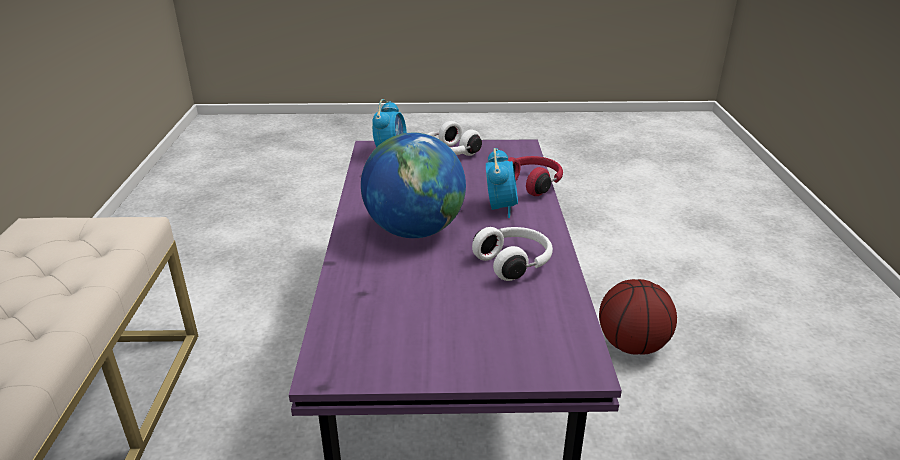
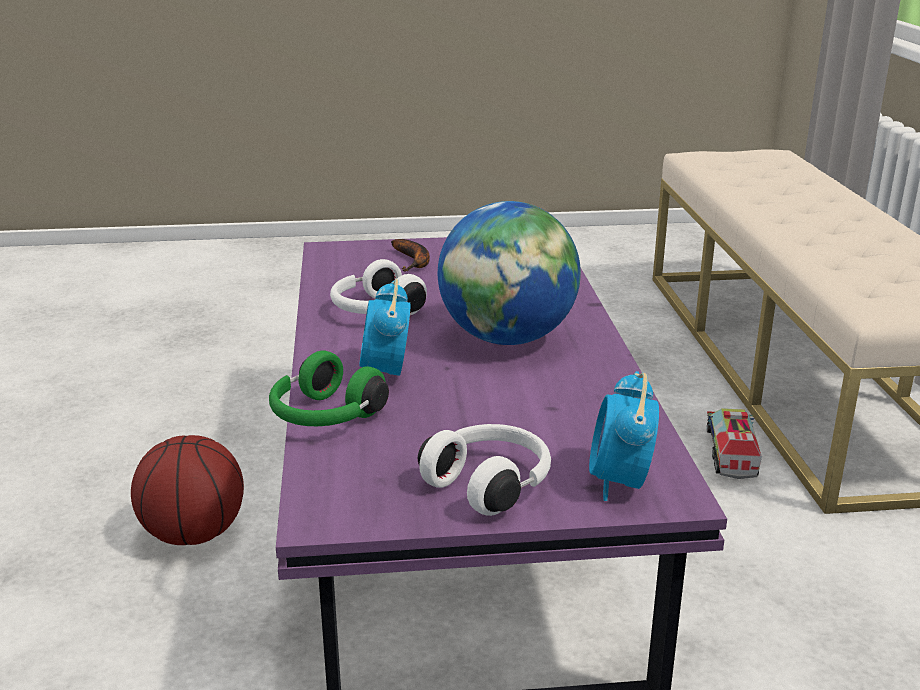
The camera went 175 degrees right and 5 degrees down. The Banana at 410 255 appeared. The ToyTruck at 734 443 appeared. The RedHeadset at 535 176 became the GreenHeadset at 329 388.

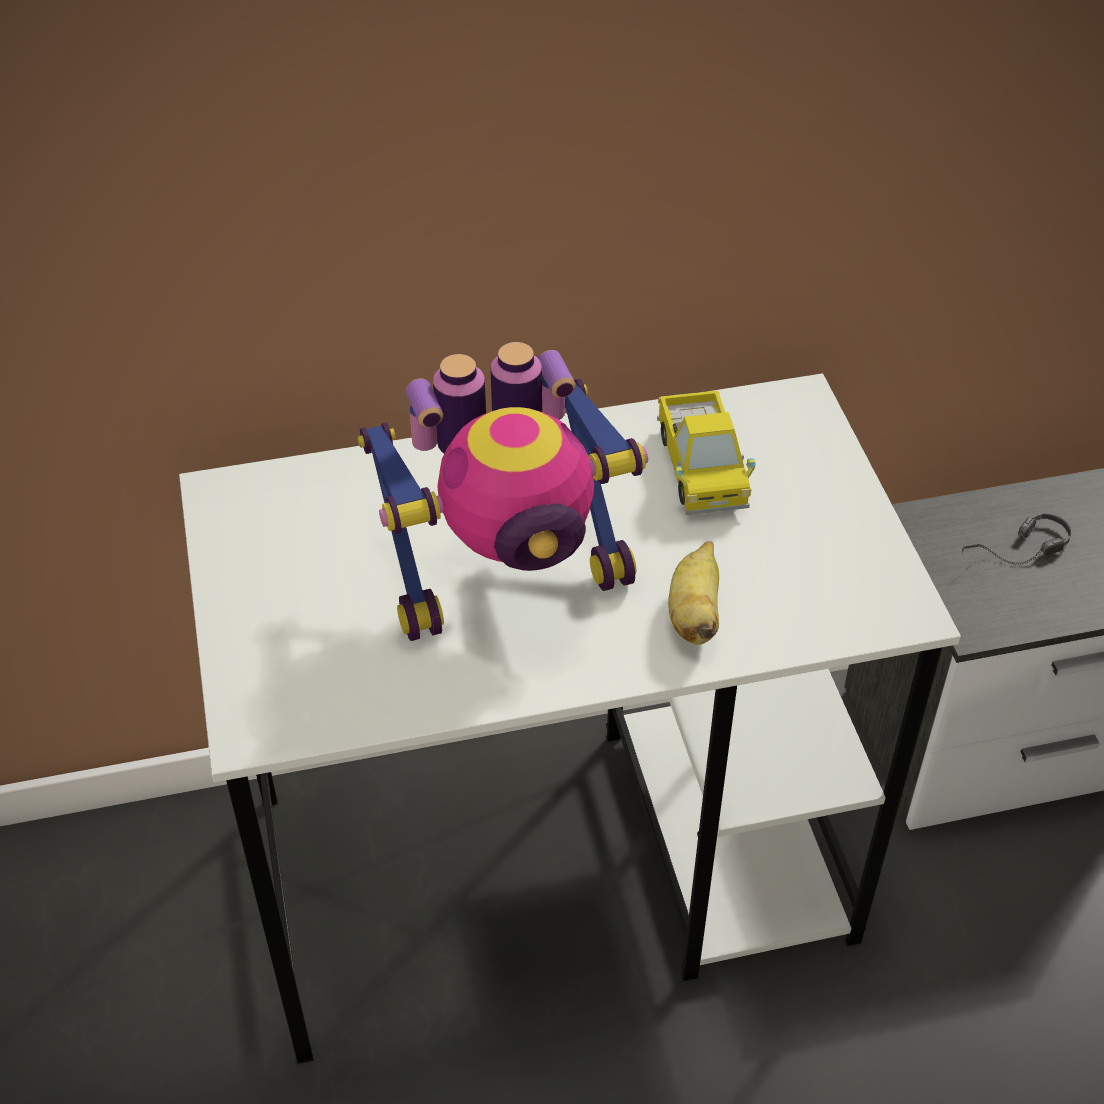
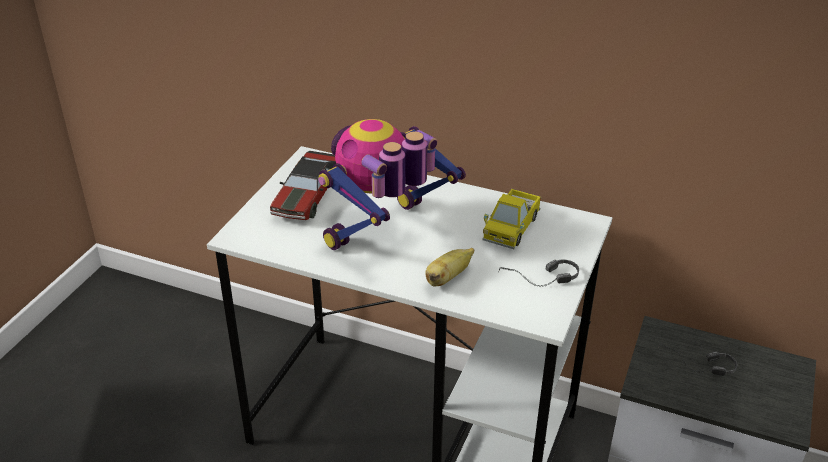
The camera went 35 degrees right and 10 degrees down. The ModelCar at 303 185 appeared. The Headset at 539 273 appeared. The RobotFigure at 502 491 turned 120 degrees clockwise.

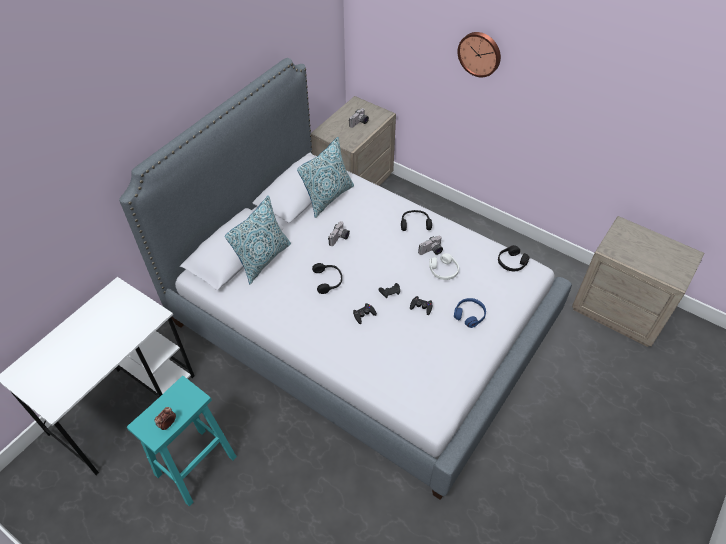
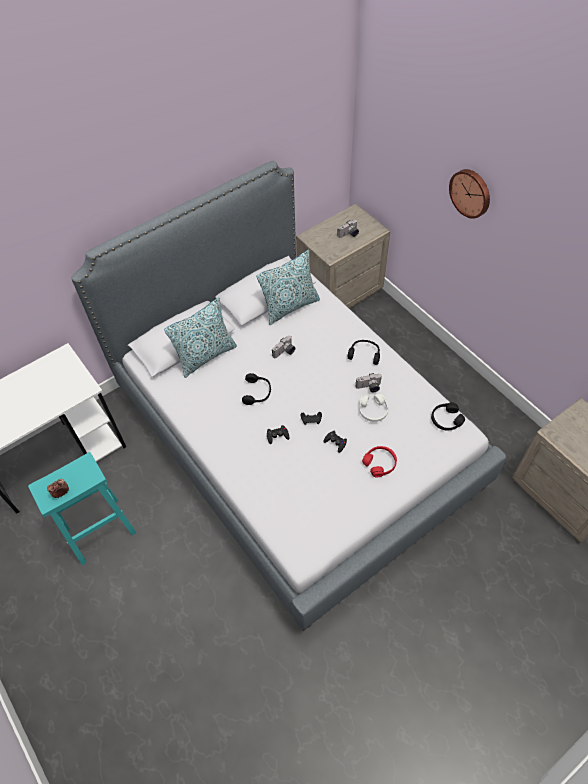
The camera went 20 degrees right and 5 degrees up. The BlueHeadset at 470 313 became the RedHeadset at 379 461.

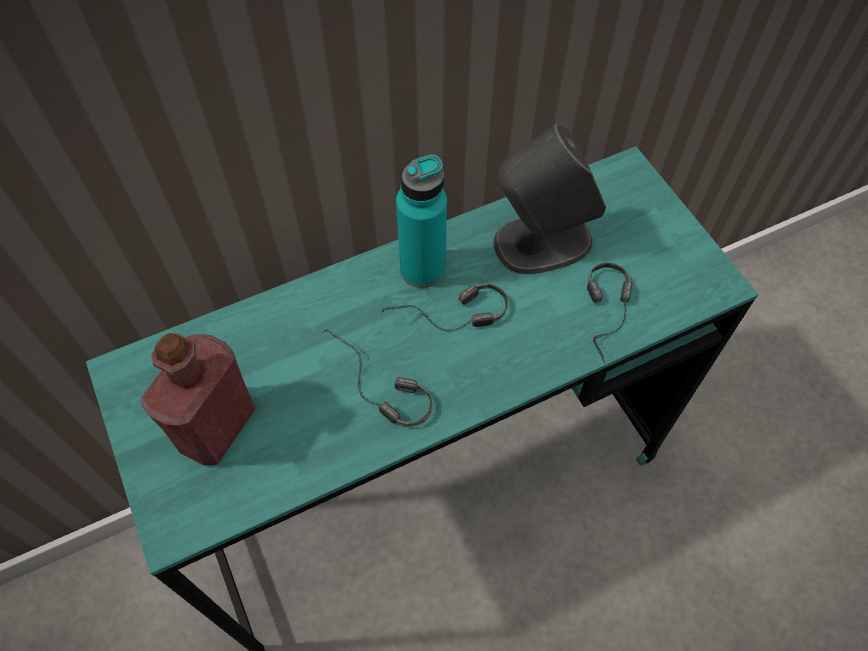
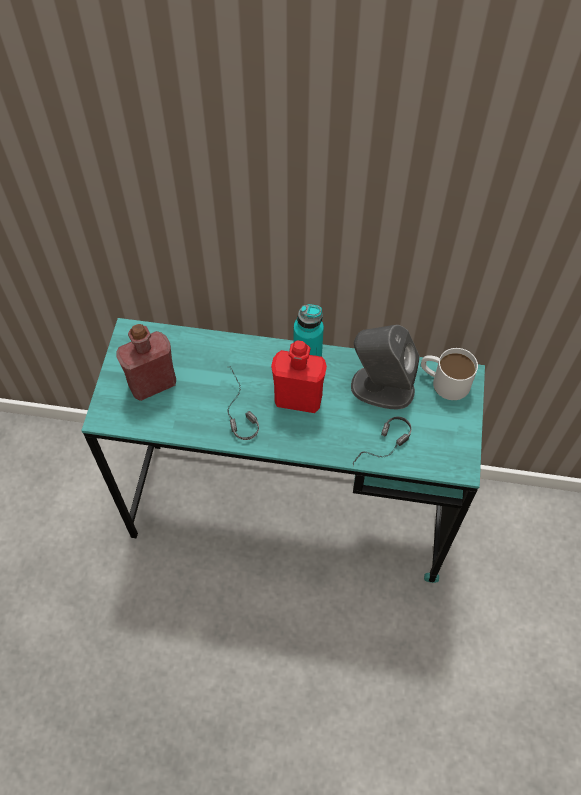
The camera went 35 degrees right and 0 degrees up. The WhitishTeaMug at 449 374 appeared. The Headset at 444 308 was replaced by the RedDrinkBottle at 299 376.

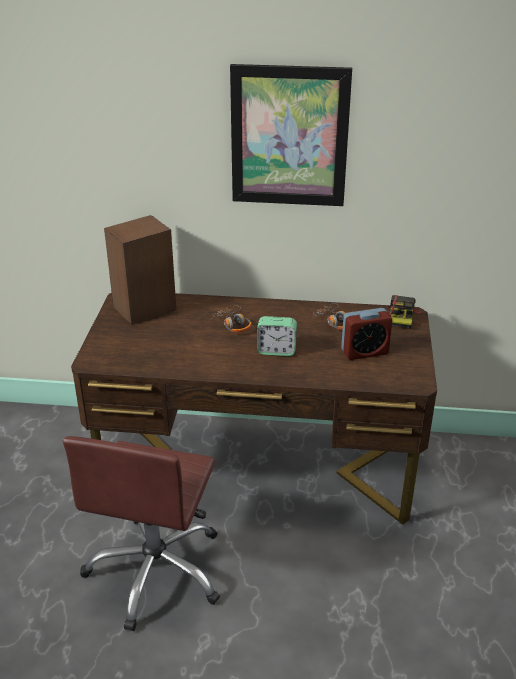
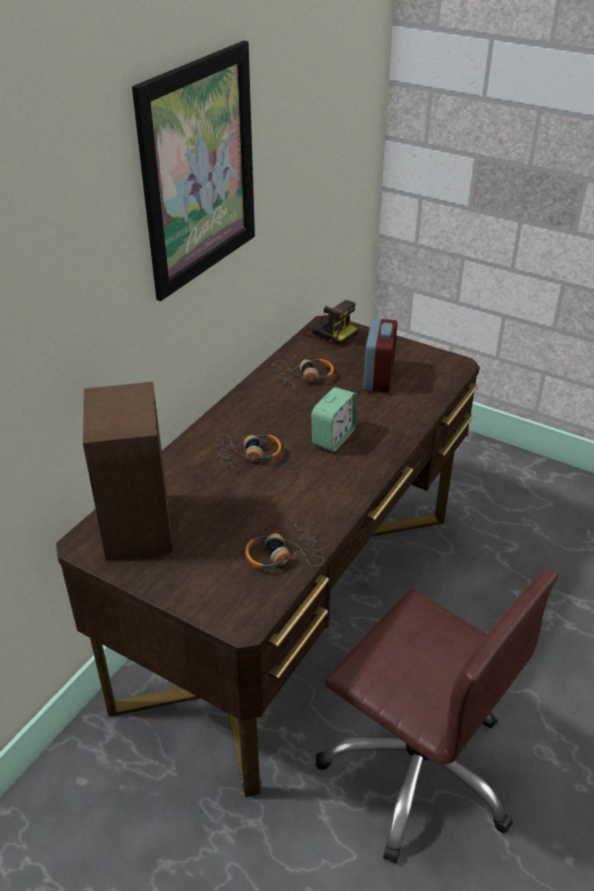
The camera went 65 degrees left and 5 degrees up. The Headset at 284 546 appeared.

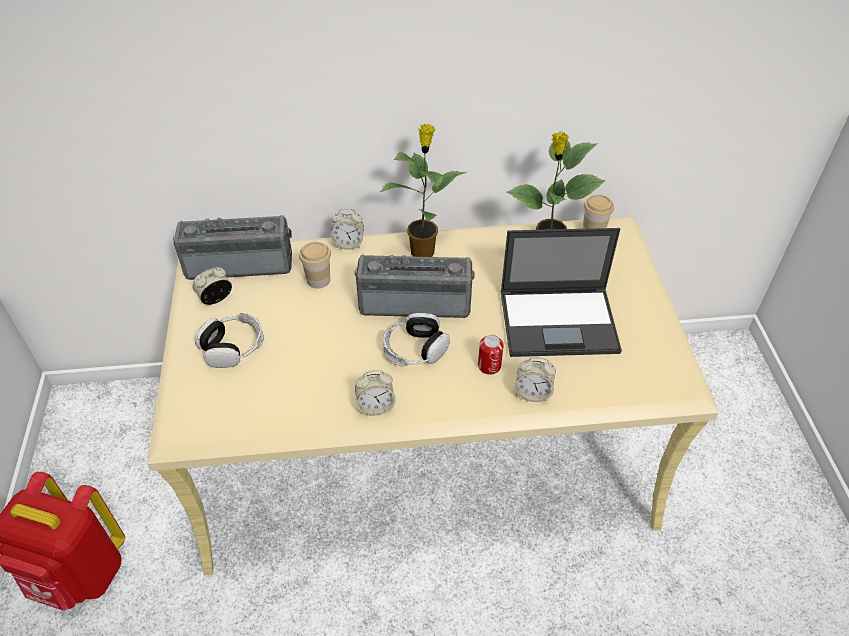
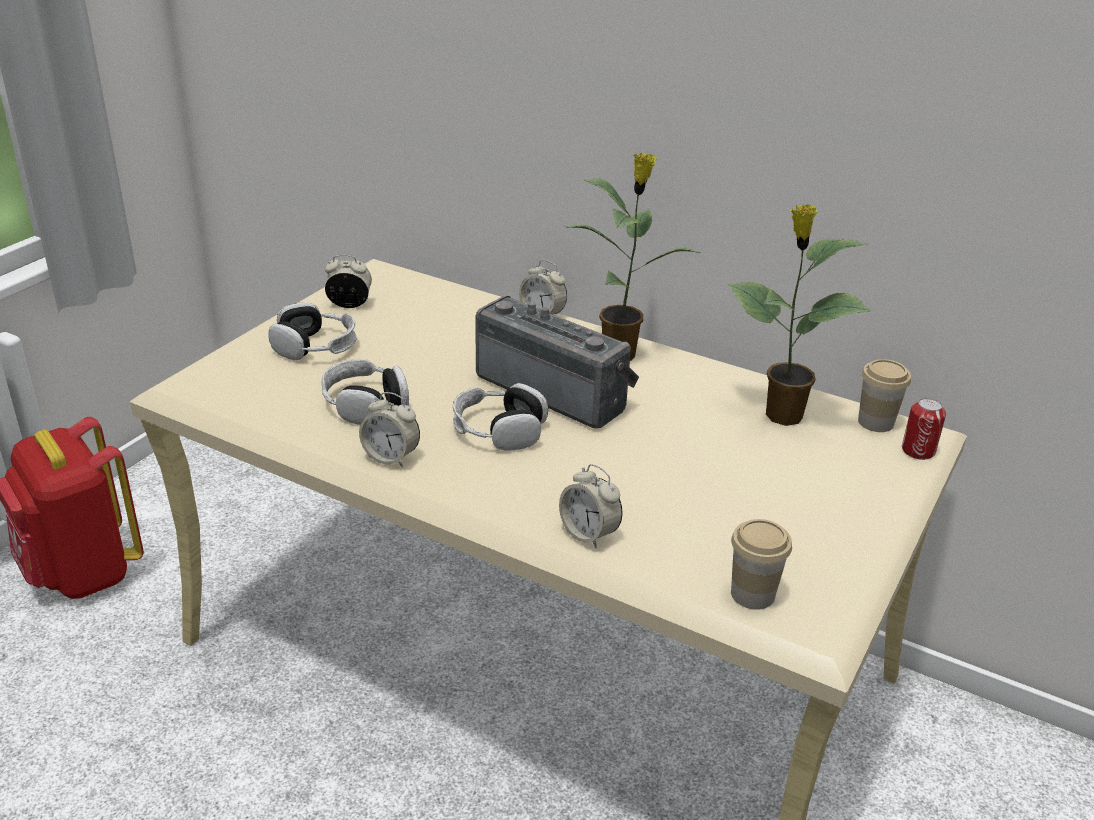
The camera went 35 degrees right and 15 degrees down. The RadioReceiver at 232 247 disappeared. The NotebookComputer at 561 292 disappeared. The Headset at 365 392 appeared. The Cup moved from 315 265 to 761 564. The Can moved from 491 355 to 924 429.

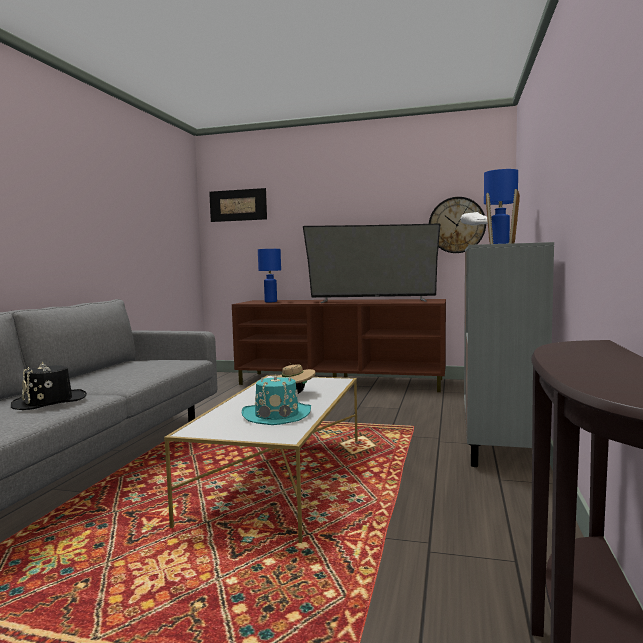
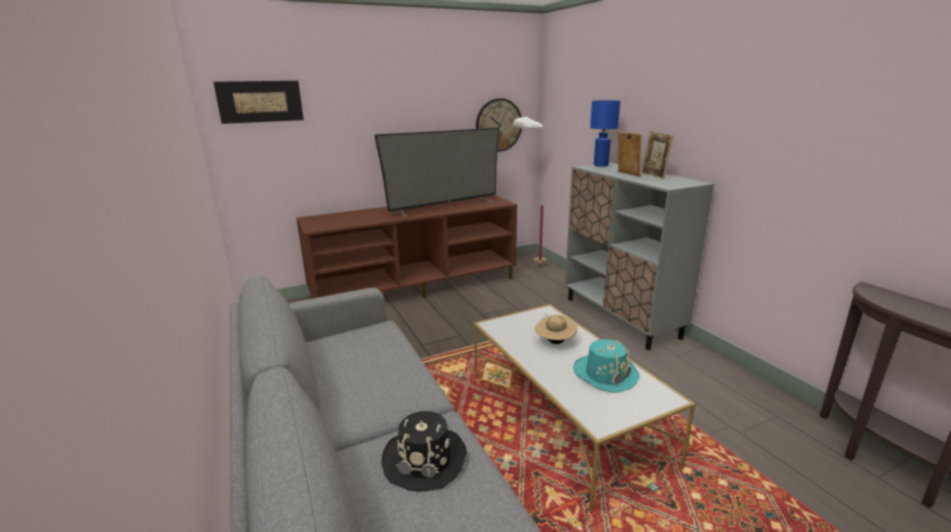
The camera went 40 degrees left and 15 degrees up. The BlueTabletopLamp at 269 275 disappeared.

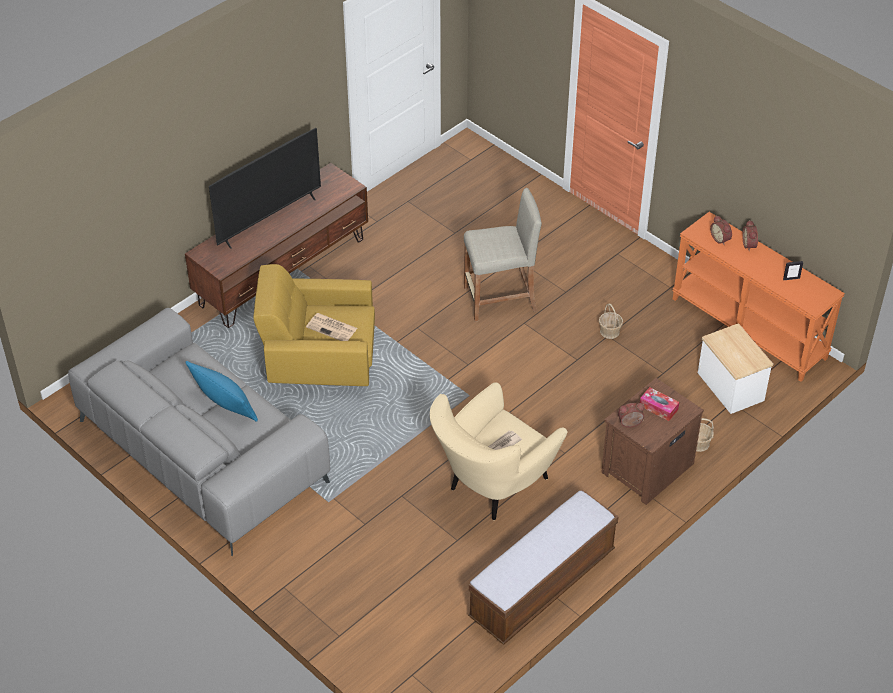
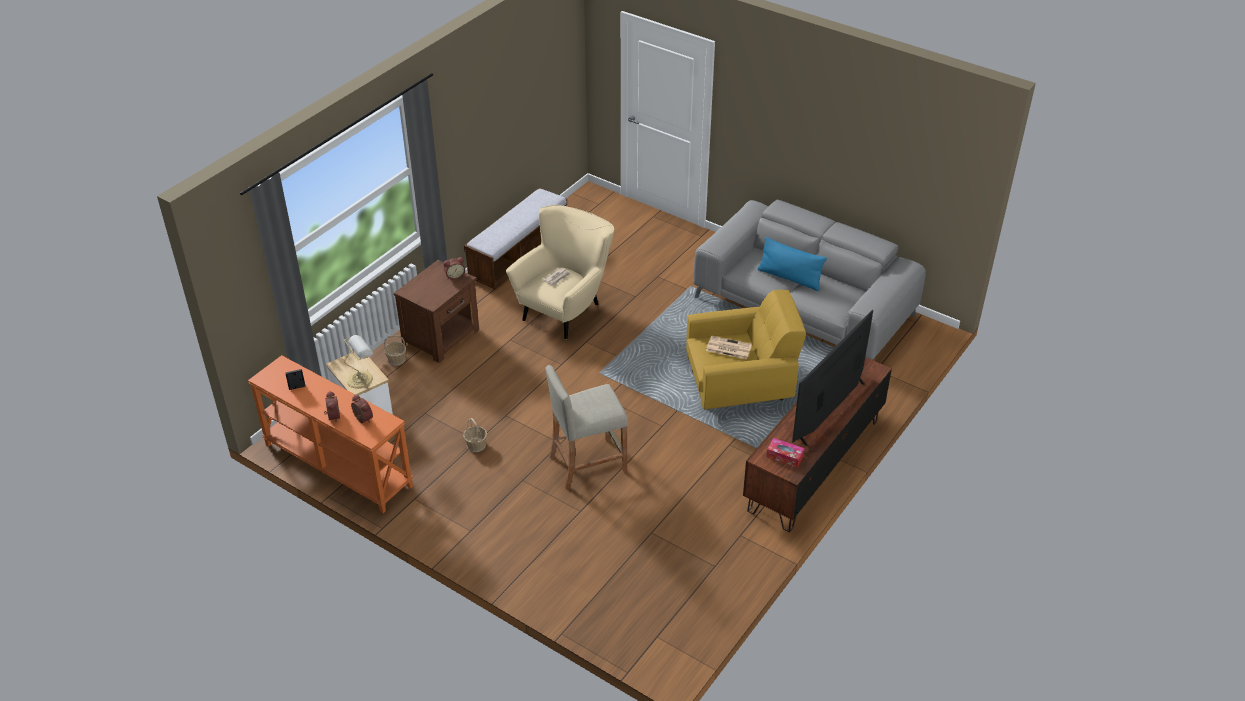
The camera went 170 degrees right and 5 degrees down. The TabletopLamp at 358 362 appeared. The TissueBox moved from 659 404 to 785 453.

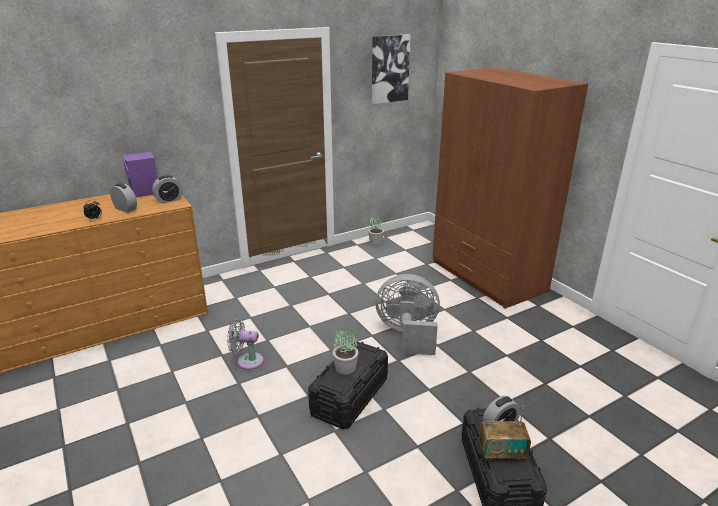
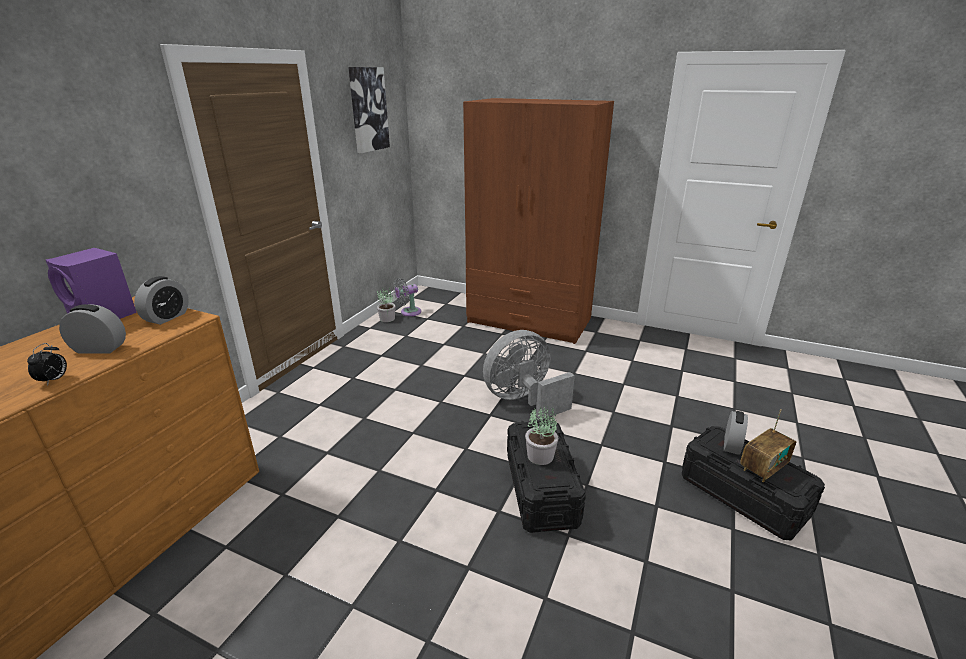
The camera went 35 degrees left and 0 degrees up. The GrayFan moved from 245 344 to 407 297.

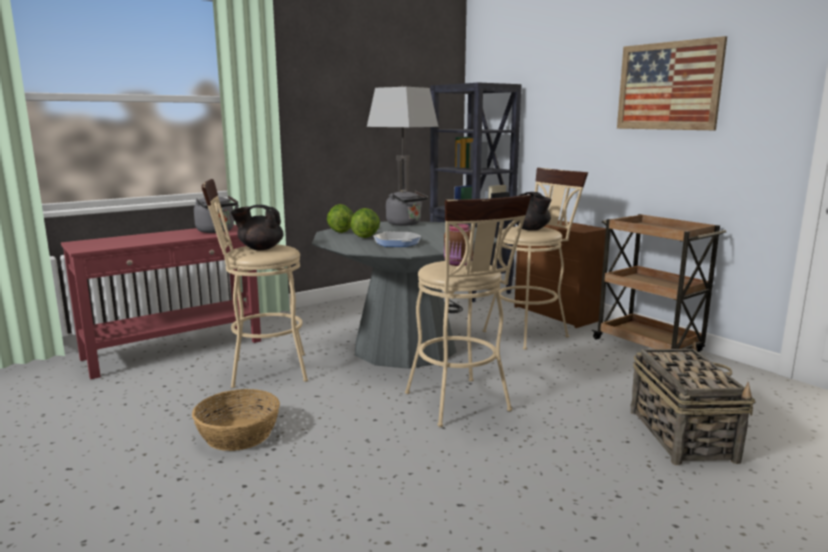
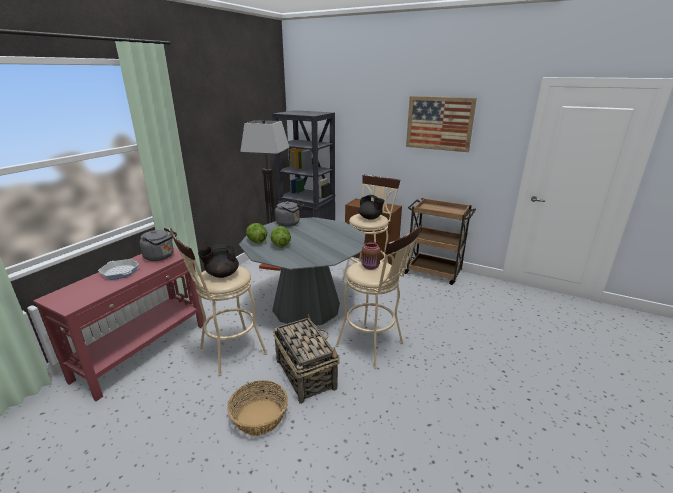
The camera went 25 degrees left and 10 degrees up. The Pan moved from 397 239 to 118 269. The Basket moved from 693 403 to 306 359.

